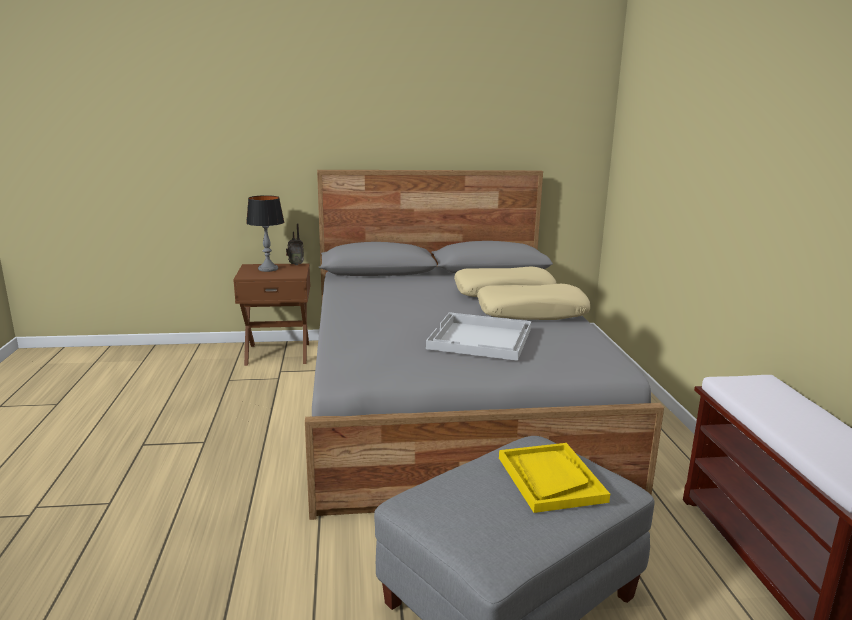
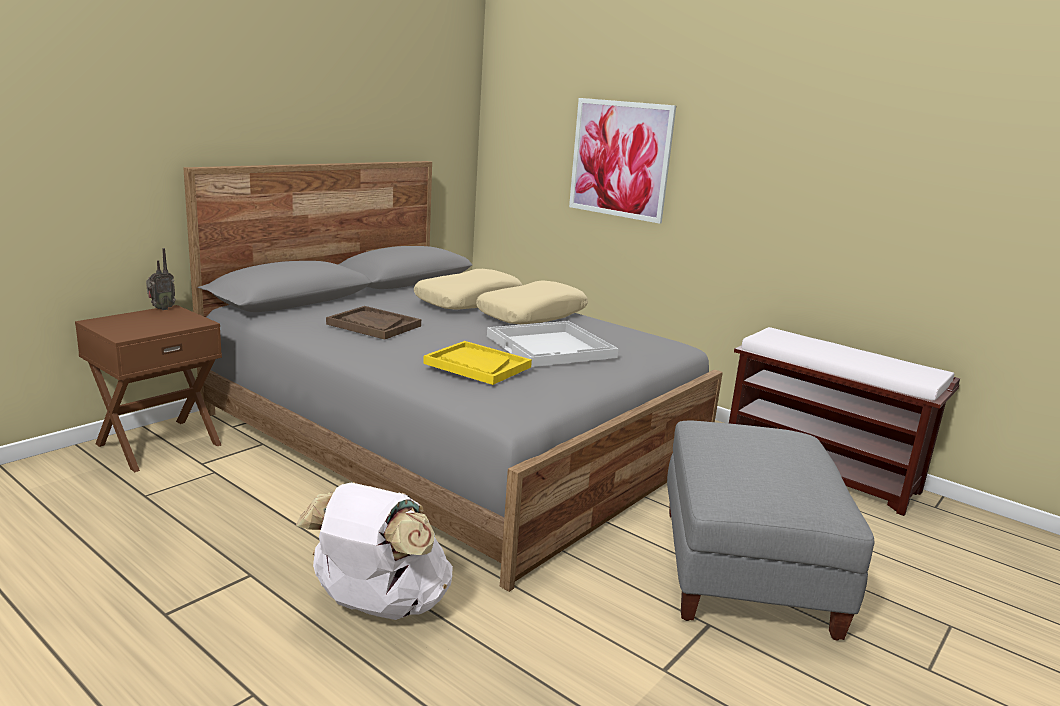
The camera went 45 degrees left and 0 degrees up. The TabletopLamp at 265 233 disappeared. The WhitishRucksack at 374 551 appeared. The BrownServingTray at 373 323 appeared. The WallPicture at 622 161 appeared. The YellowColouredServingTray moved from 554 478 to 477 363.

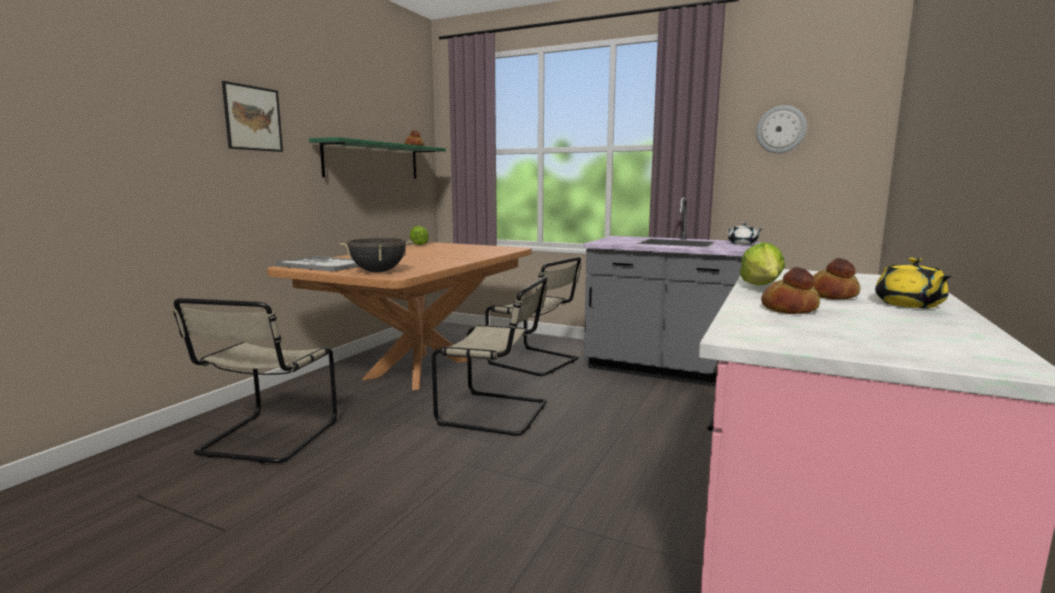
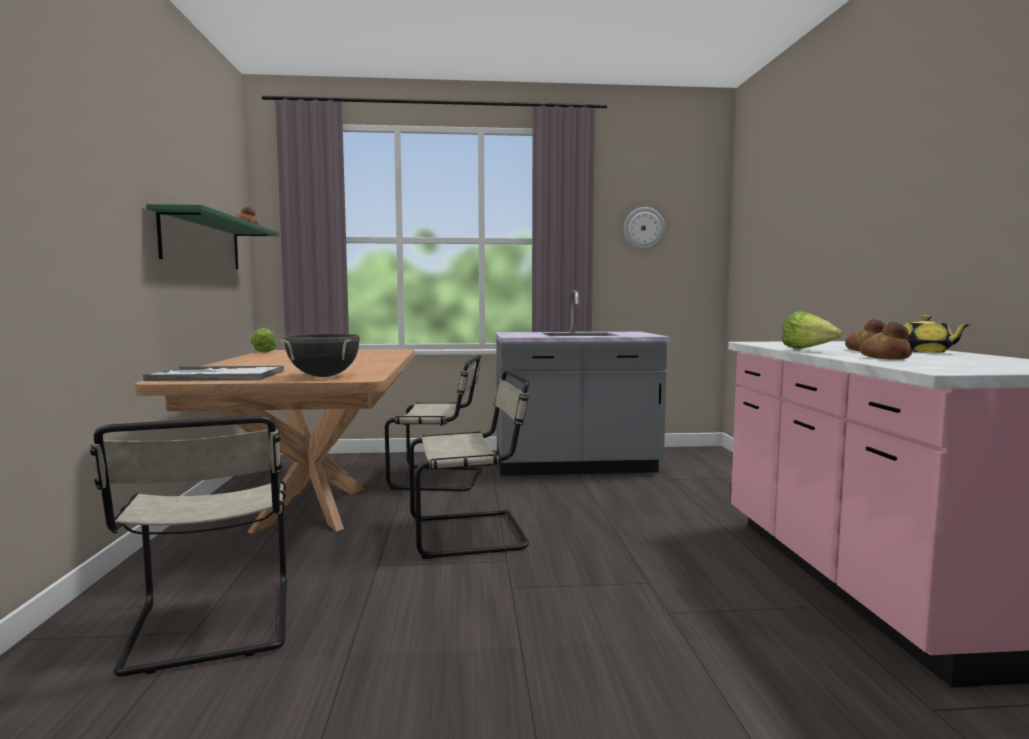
The camera went 30 degrees left and 5 degrees down. The WallPicture at 252 116 disappeared. The WhitishTeapot at 744 233 disappeared.

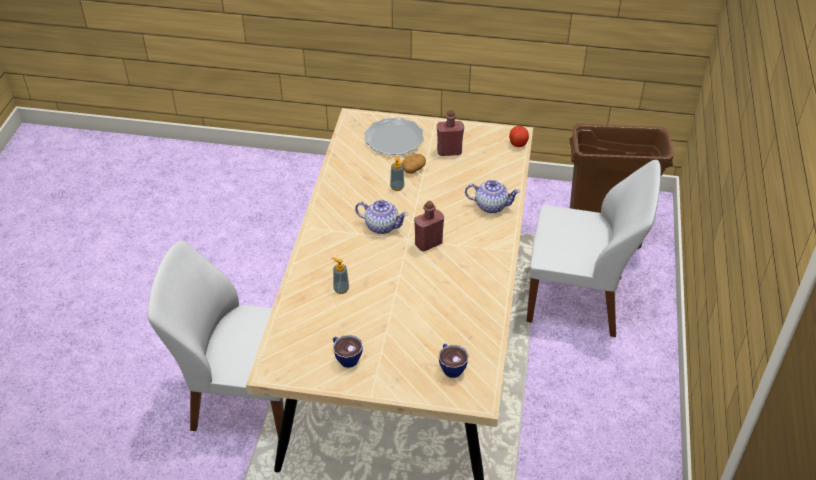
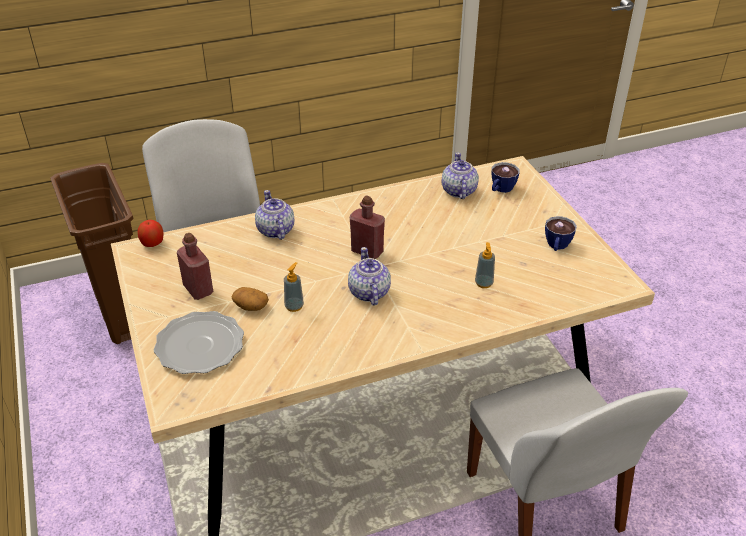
The camera went 120 degrees left and 5 degrees down. The Teapot at 460 175 appeared.

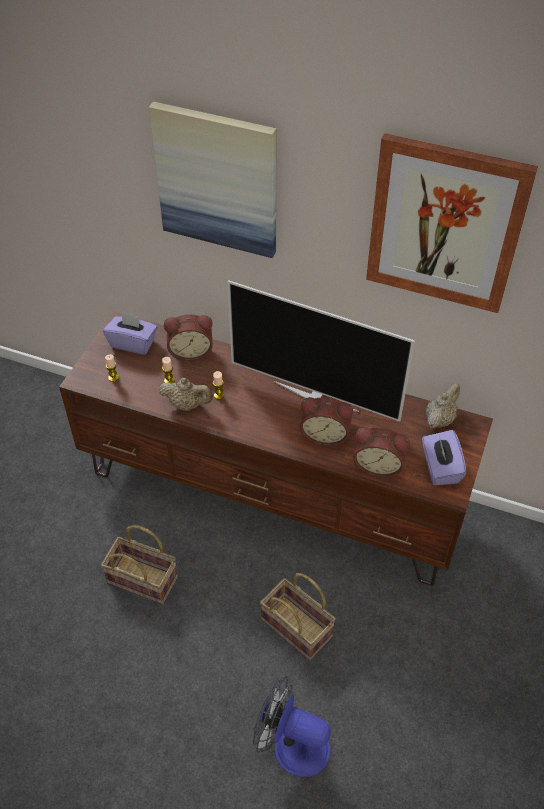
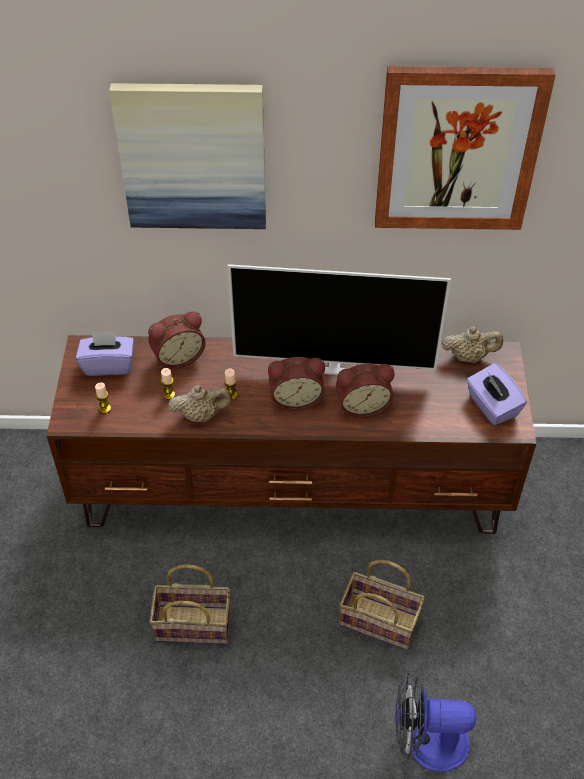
The camera went 20 degrees left and 0 degrees up. The BedsideClock moved from 381 452 to 296 384. The SandColouredTeapot at 443 405 turned 75 degrees clockwise.

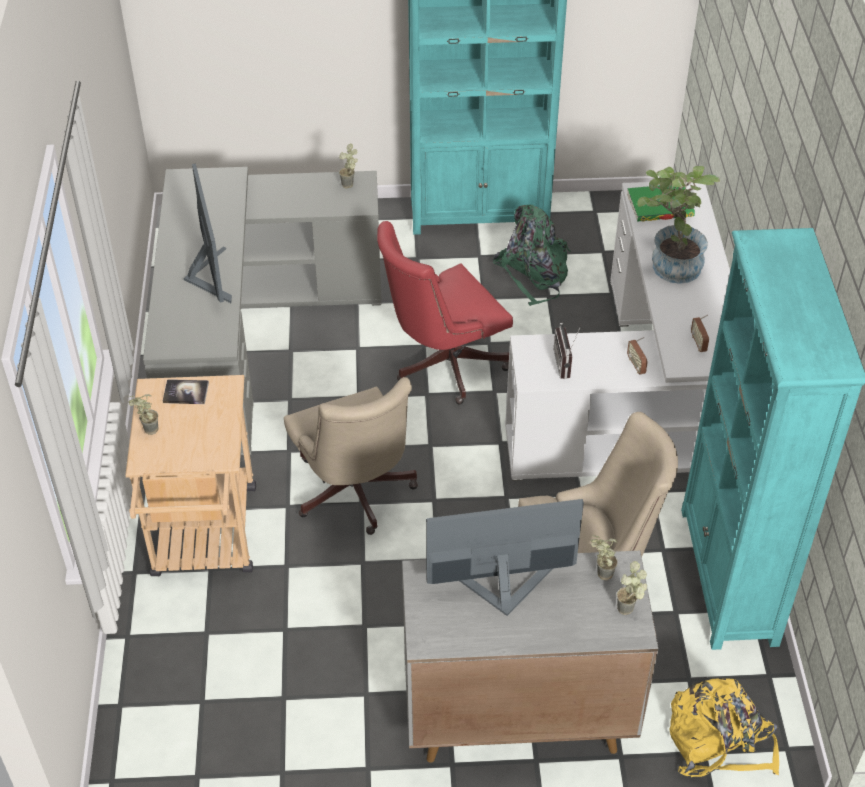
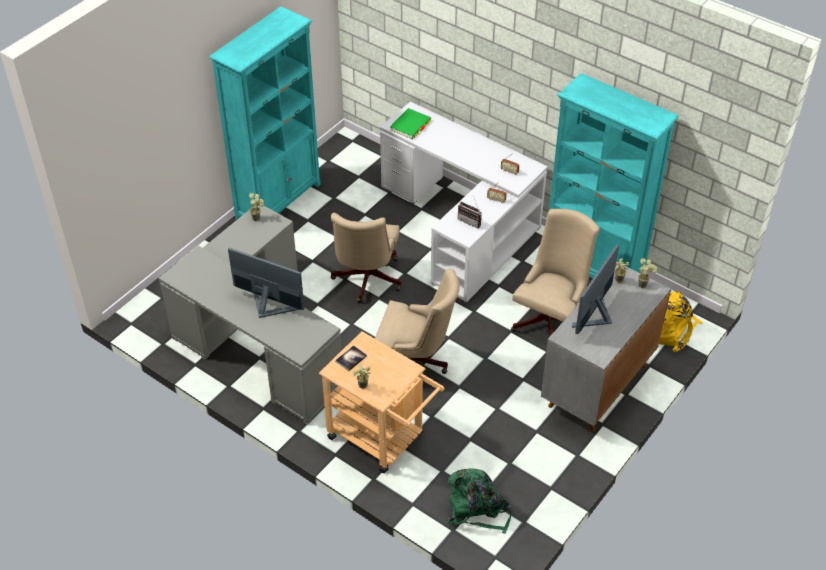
The camera went 50 degrees left and 0 degrees up. The PlantInAPot at 678 225 disappeared. The GreenRucksack moved from 532 255 to 479 501. The RedComputerChair at 445 312 became the SandColouredComputerChair at 366 258.

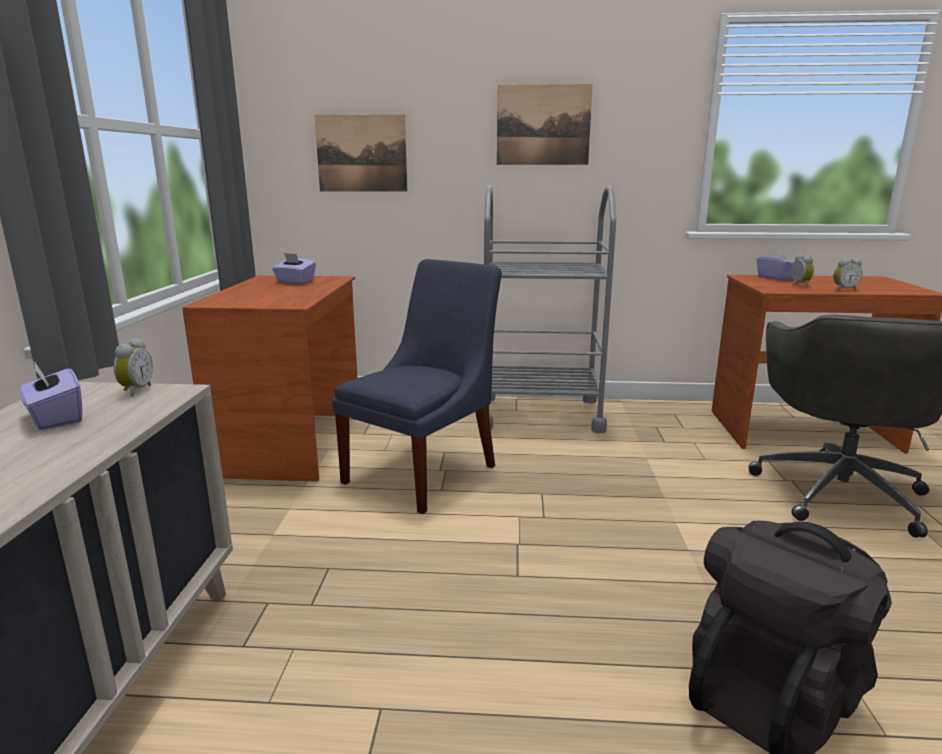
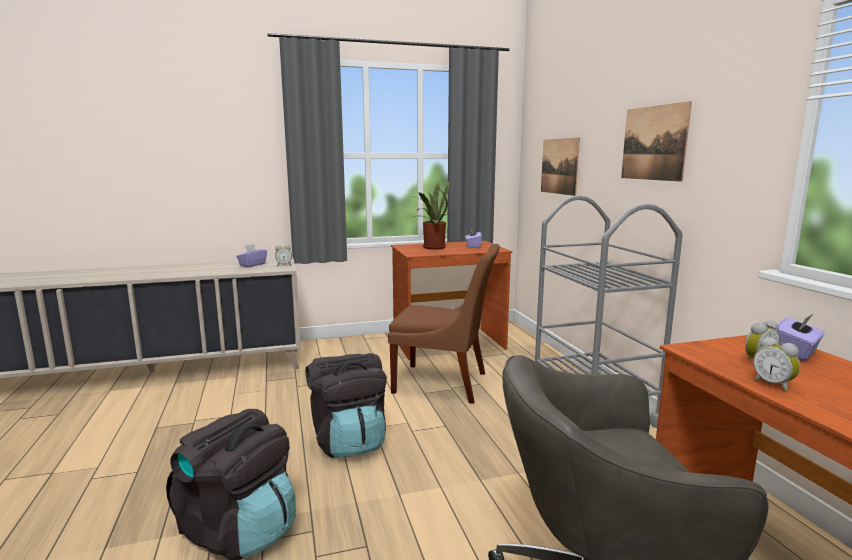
The camera went 70 degrees right and 5 degrees down. The BlackRucksack at 346 405 appeared. The PlantInAPot at 430 215 appeared. The BlueUprightChair at 417 386 became the BrownUprightChair at 444 324.

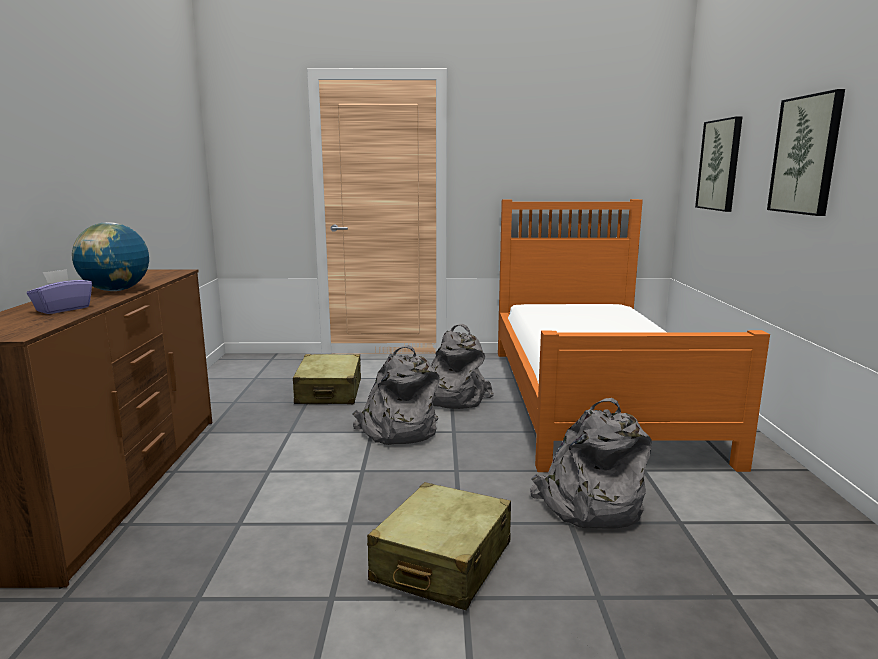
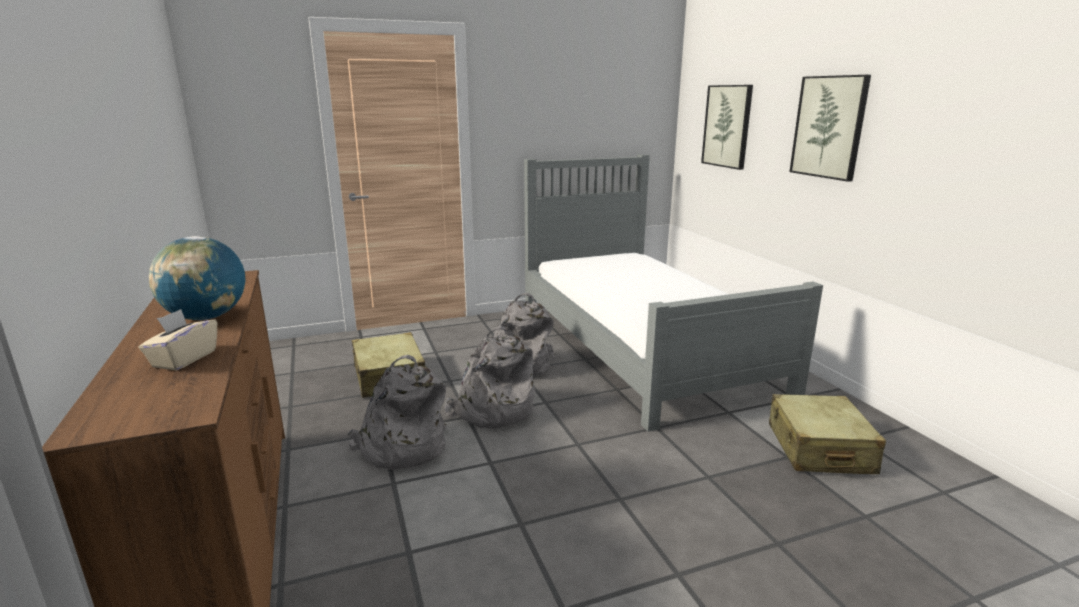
The camera went 20 degrees left and 5 degrees up. The SandColouredTravelCase moved from 439 546 to 827 434. The GrayRucksack moved from 591 463 to 397 412. The PurplishTissueBox at 59 291 became the SandColouredTissueBox at 178 340. The OrangeColouredBed at 634 335 became the GrayBed at 673 293.

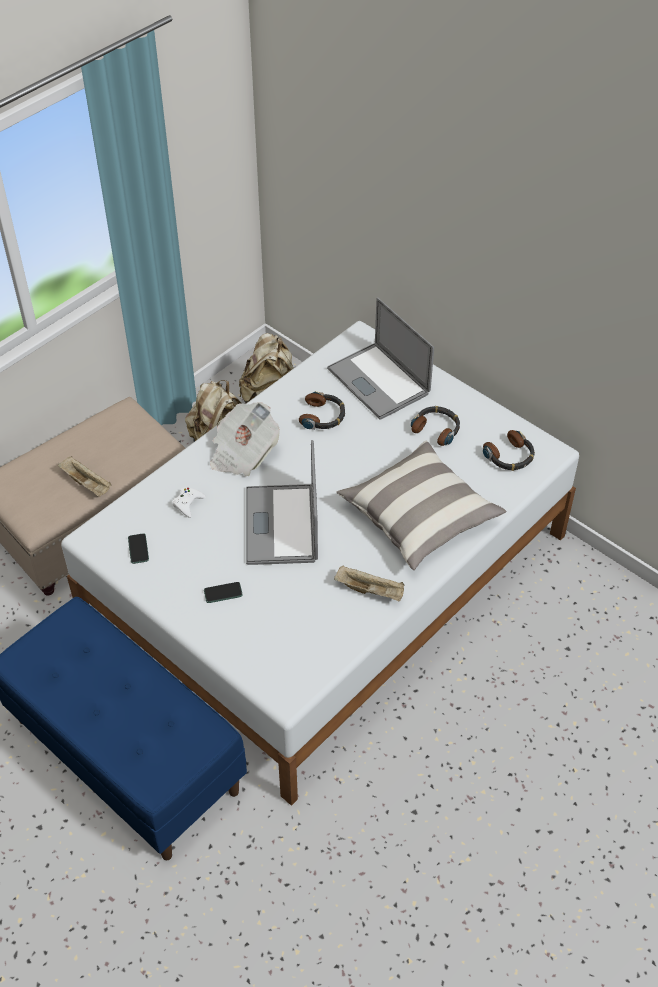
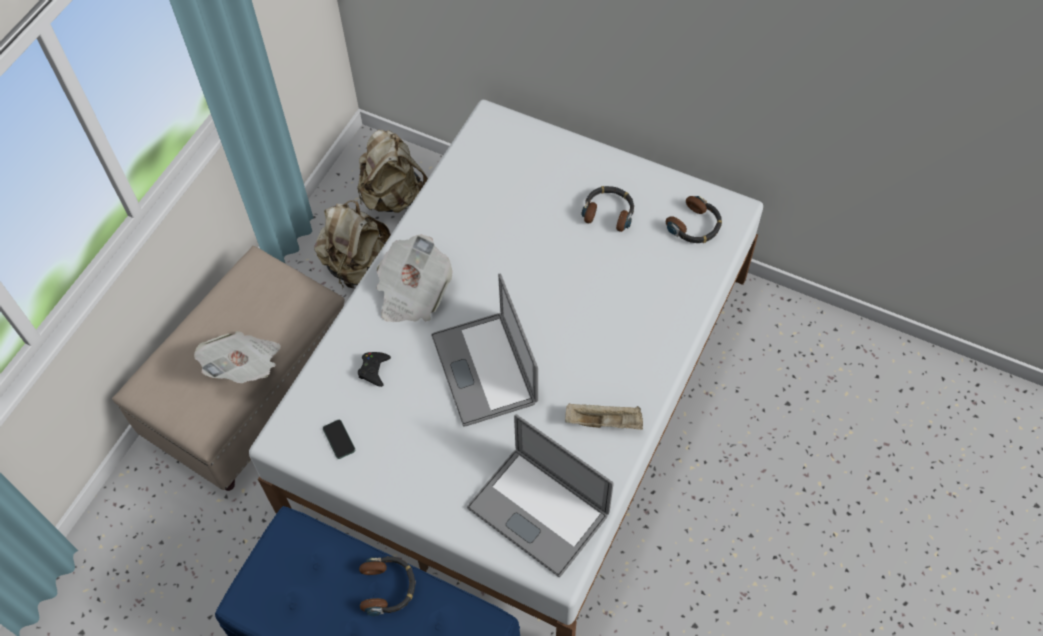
The camera went 15 degrees left and 10 degrees up. The Telephone at 223 592 disappeared. The Cushion at 421 505 disappeared. The Headset moved from 322 410 to 387 586. The NotebookComputer moved from 380 358 to 540 495. The SandColouredServingTray at 85 477 was replaced by the PrintedPaper at 237 357. The WhitishGamepad at 189 502 became the BlackGamepad at 374 369.

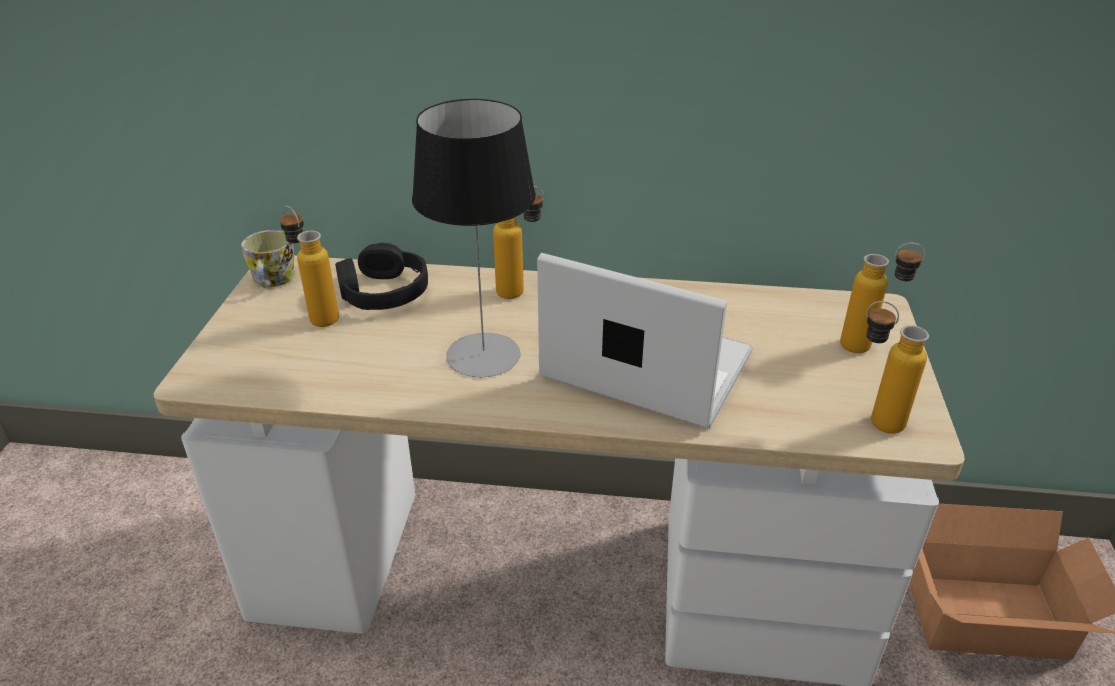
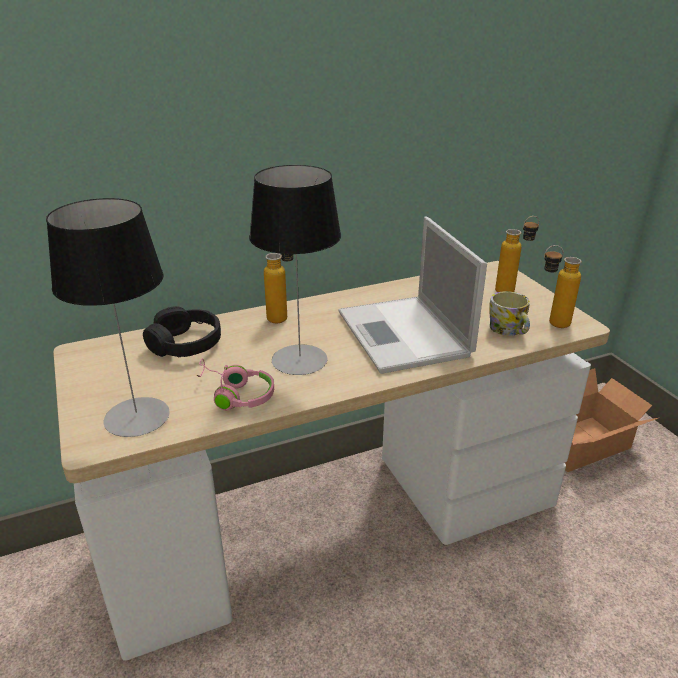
The camera went 30 degrees left and 5 degrees down. The DrinkBottle at 309 266 disappeared. The TabletopLamp at 108 317 appeared. The PinkishHeadset at 235 384 appeared. The TeaMug moved from 268 259 to 509 313. The NotebookComputer at 645 341 turned 105 degrees counterclockwise.

